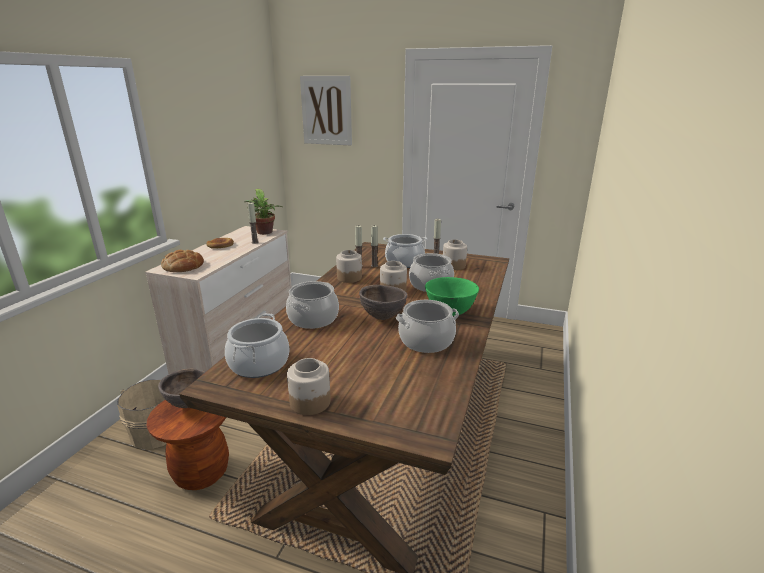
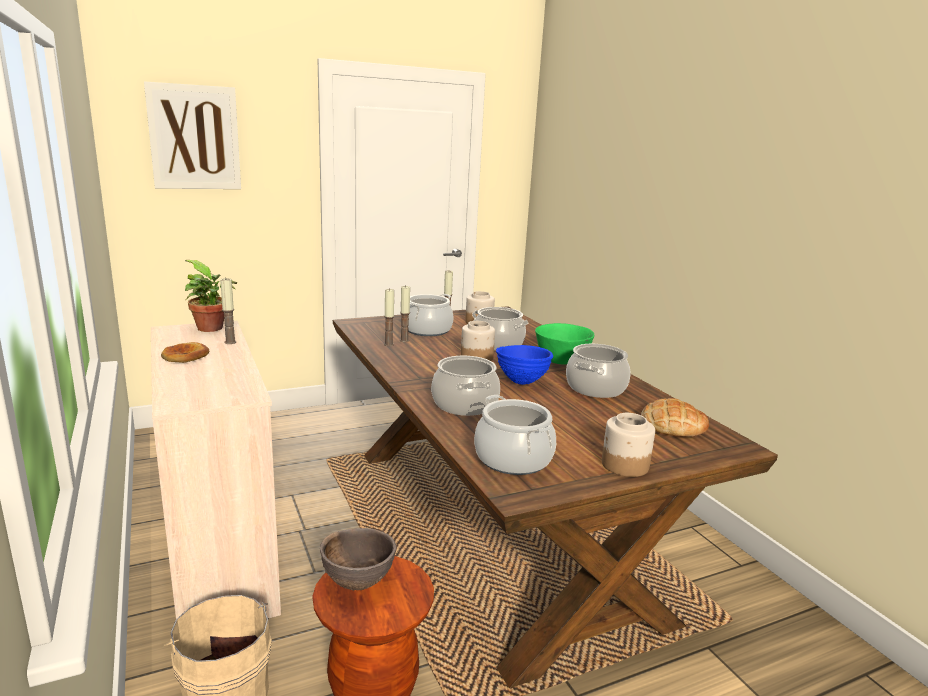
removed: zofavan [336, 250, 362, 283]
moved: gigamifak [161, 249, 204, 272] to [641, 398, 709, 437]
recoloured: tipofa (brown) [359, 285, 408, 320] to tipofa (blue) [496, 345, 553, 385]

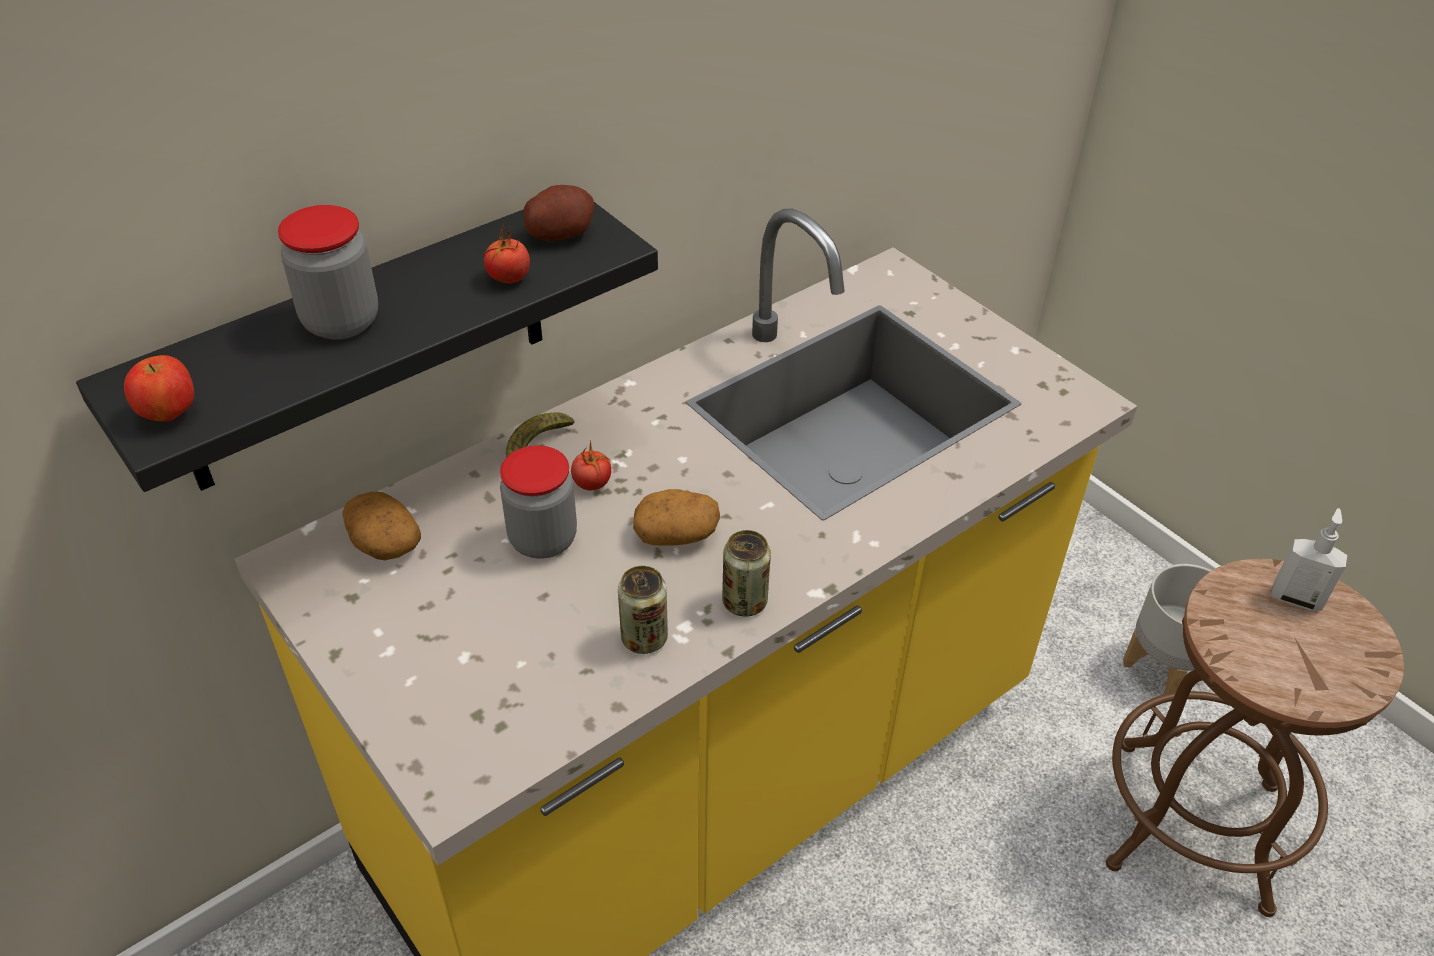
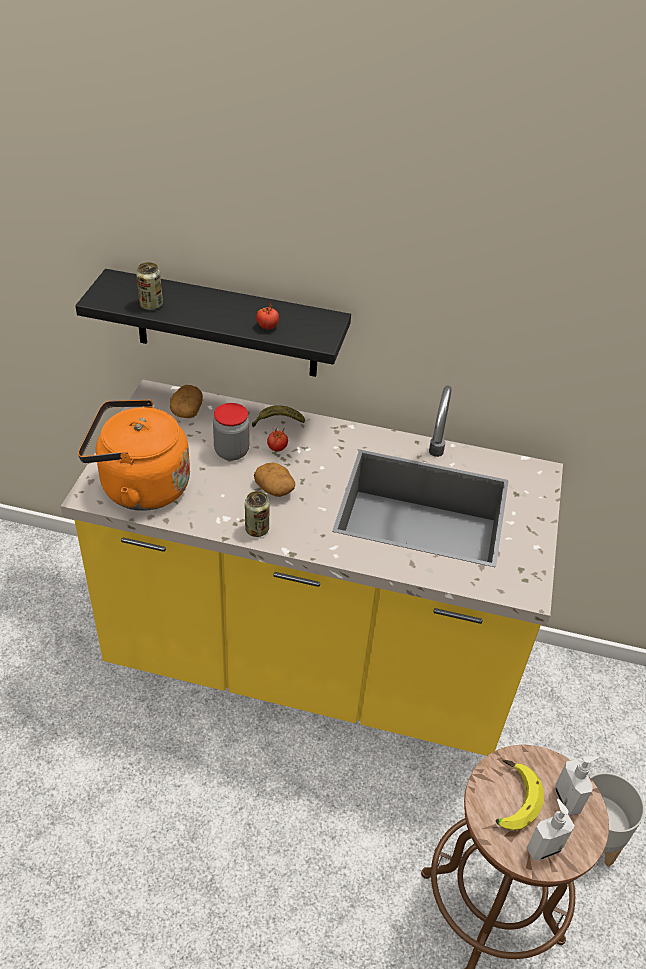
removed: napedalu [124, 355, 194, 422]; zofavan [278, 205, 378, 340]; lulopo [524, 185, 595, 241]
added: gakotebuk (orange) [78, 399, 190, 511]; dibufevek [496, 760, 544, 830]; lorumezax [527, 799, 575, 860]
moved: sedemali [618, 566, 668, 654] to [136, 262, 163, 310]

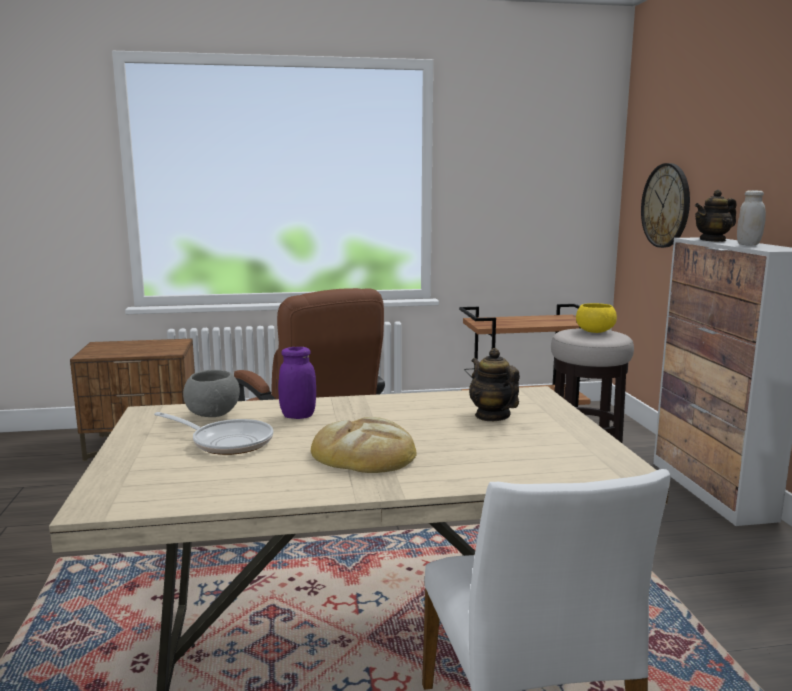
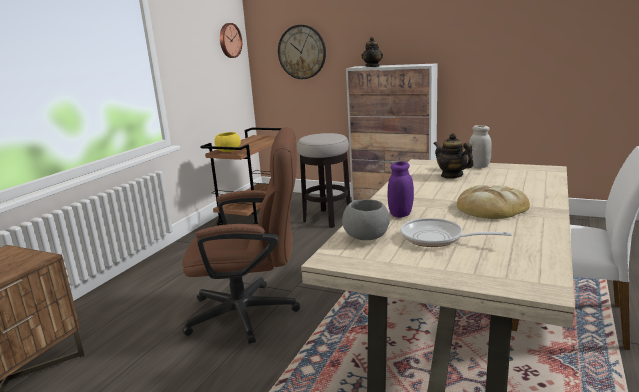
added: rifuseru [220, 23, 242, 58]
moved: tipofa (yellow) [576, 303, 617, 333] to [214, 132, 241, 152]; zofavan (white) [737, 190, 766, 245] to [469, 125, 492, 168]
turned: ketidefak [154, 412, 273, 455] = [400, 218, 512, 247] 120 degrees counterclockwise; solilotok [469, 348, 520, 421] = [433, 133, 474, 179] 45 degrees clockwise

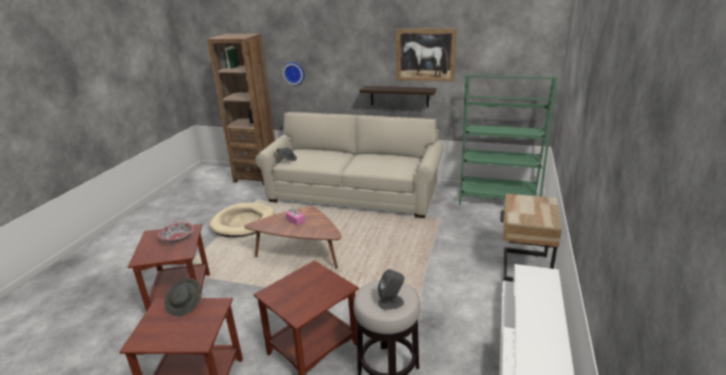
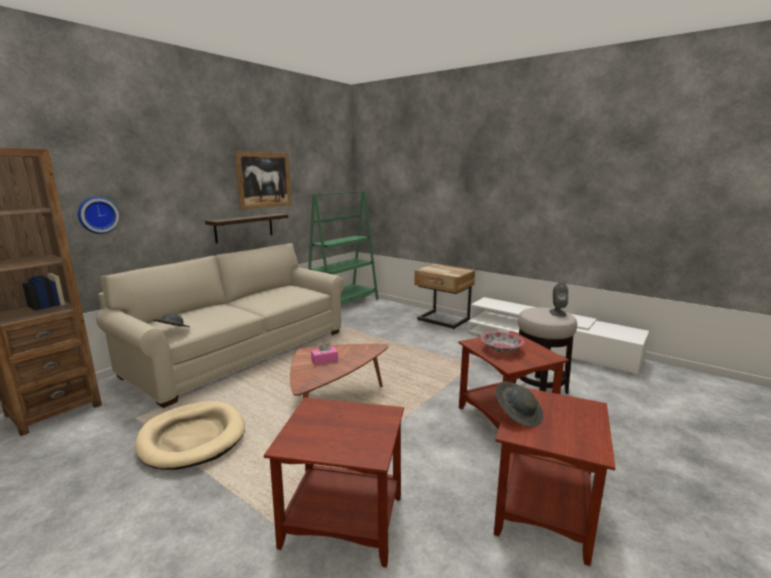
moved: tipofa [158, 222, 194, 243] to [481, 332, 524, 353]

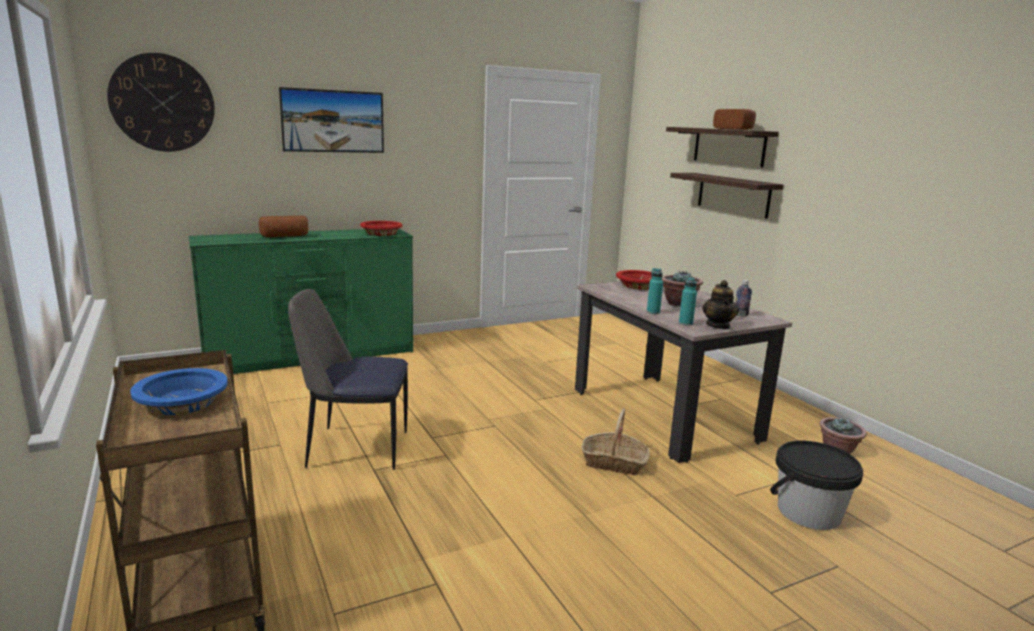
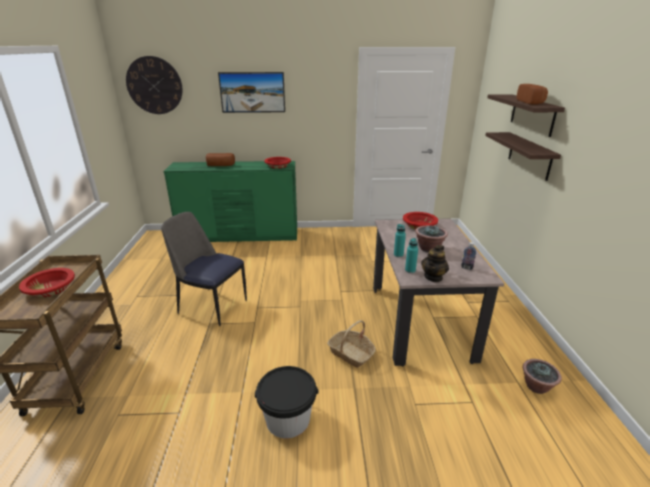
moved: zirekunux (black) [770, 441, 863, 530] to [255, 366, 319, 438]
recoloured: tipofa (blue) [130, 368, 228, 415] to tipofa (red) [19, 268, 75, 298]

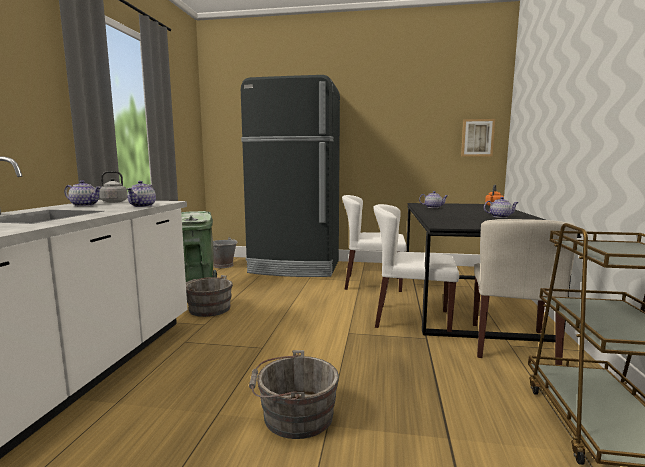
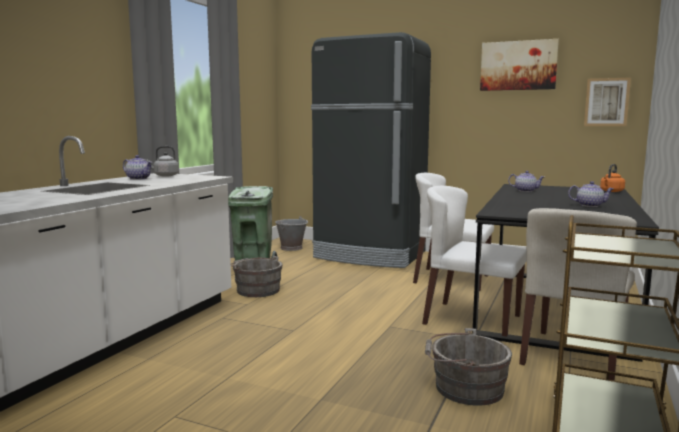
removed: solilotok [127, 181, 156, 207]
added: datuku [480, 39, 559, 91]
moved: zirekunux (grey) [249, 350, 339, 439] to [425, 328, 512, 406]

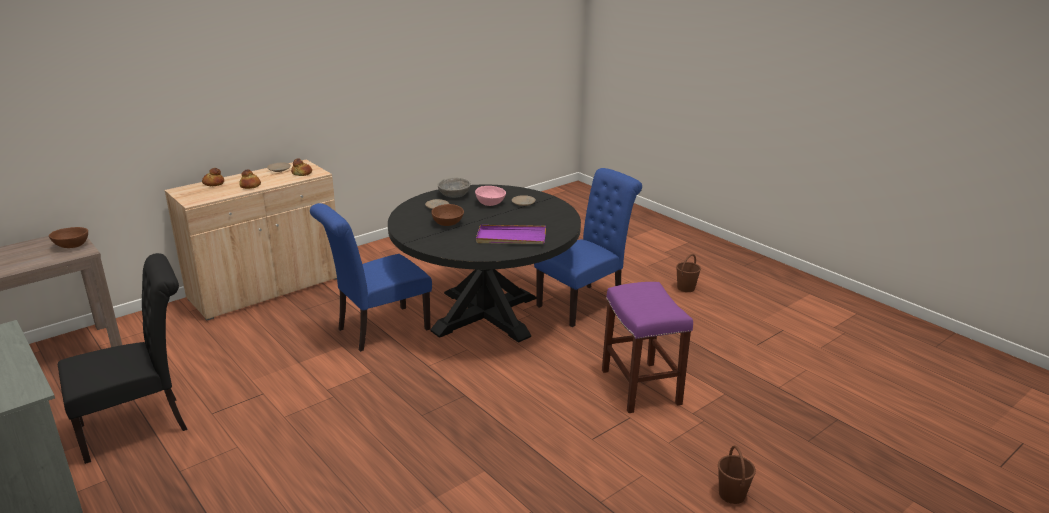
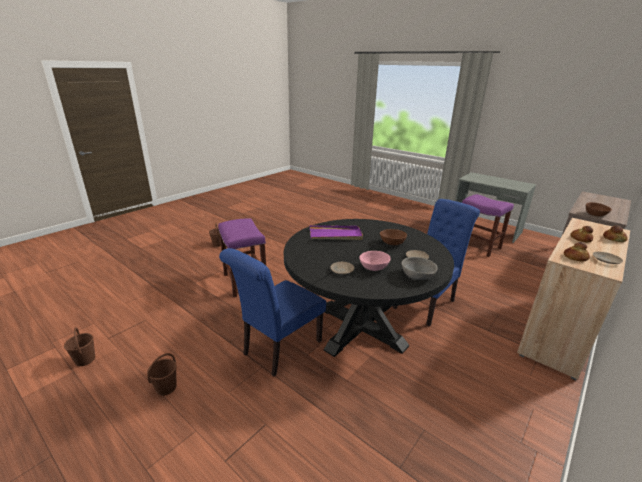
added: zirekunux (brown) [64, 327, 95, 366]
replaced: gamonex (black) [58, 253, 188, 464] to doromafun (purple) [462, 194, 514, 257]

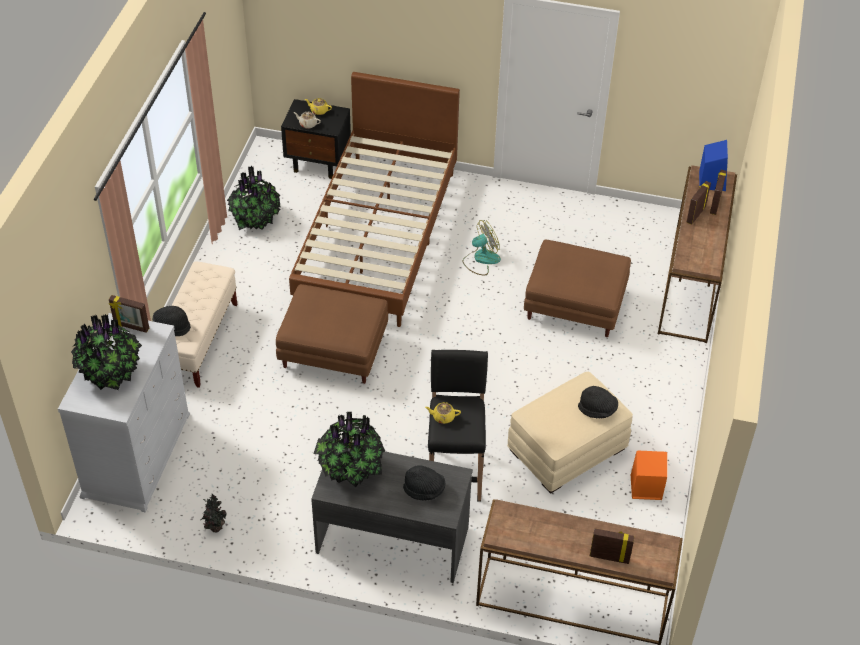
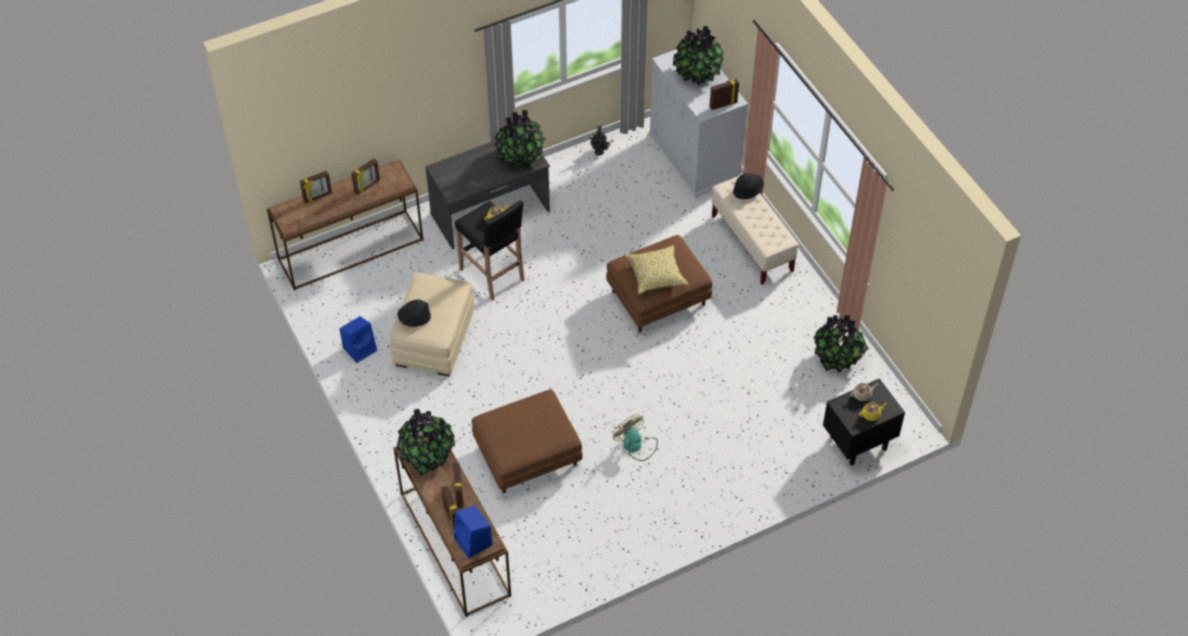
removed: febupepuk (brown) [289, 72, 460, 327]; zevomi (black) [403, 465, 445, 500]
added: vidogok [351, 159, 380, 195]; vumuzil [396, 408, 455, 477]; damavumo [625, 245, 689, 294]
recoloured: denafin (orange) [631, 451, 667, 500] to denafin (blue) [340, 316, 377, 363]
turned: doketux [462, 220, 501, 276] = [613, 414, 658, 461] 120 degrees clockwise

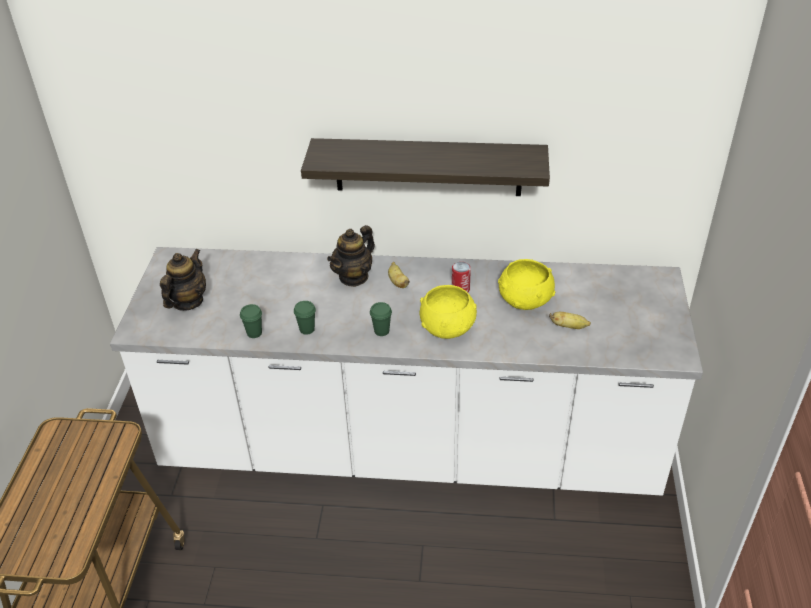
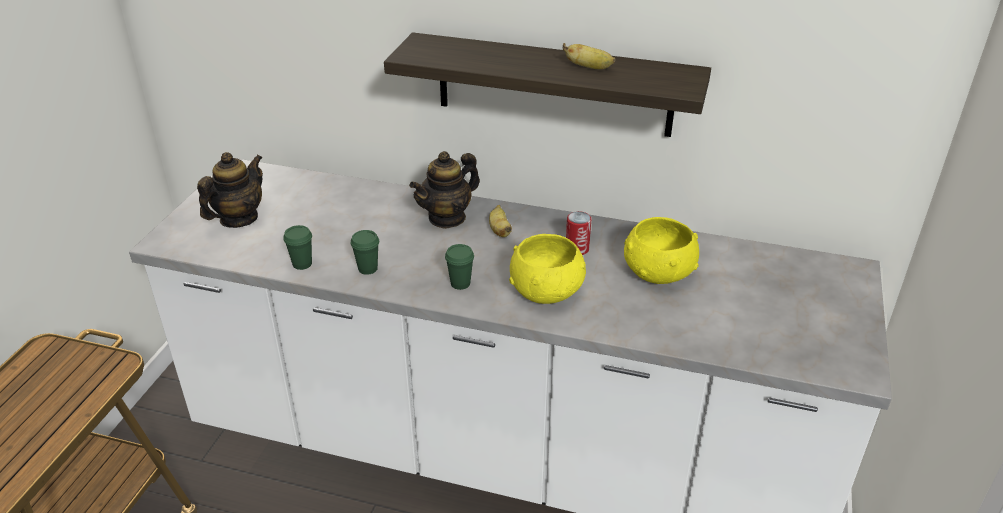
moved: dibufevek [549, 312, 591, 329] to [563, 43, 615, 69]

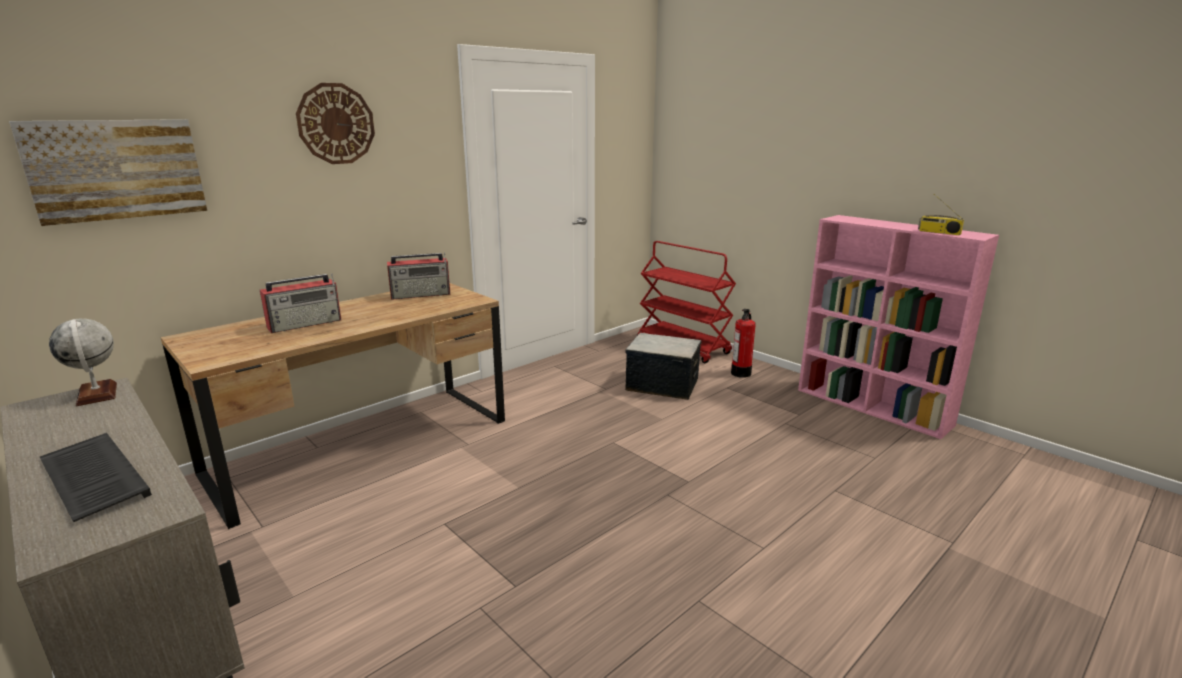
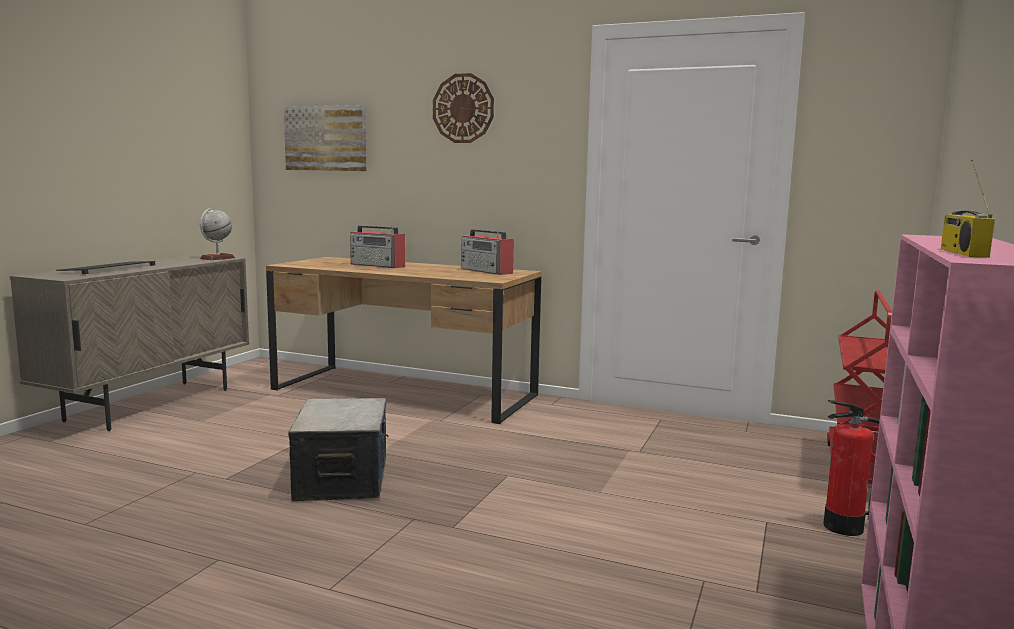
moved: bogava [625, 333, 702, 400] to [288, 398, 389, 501]

